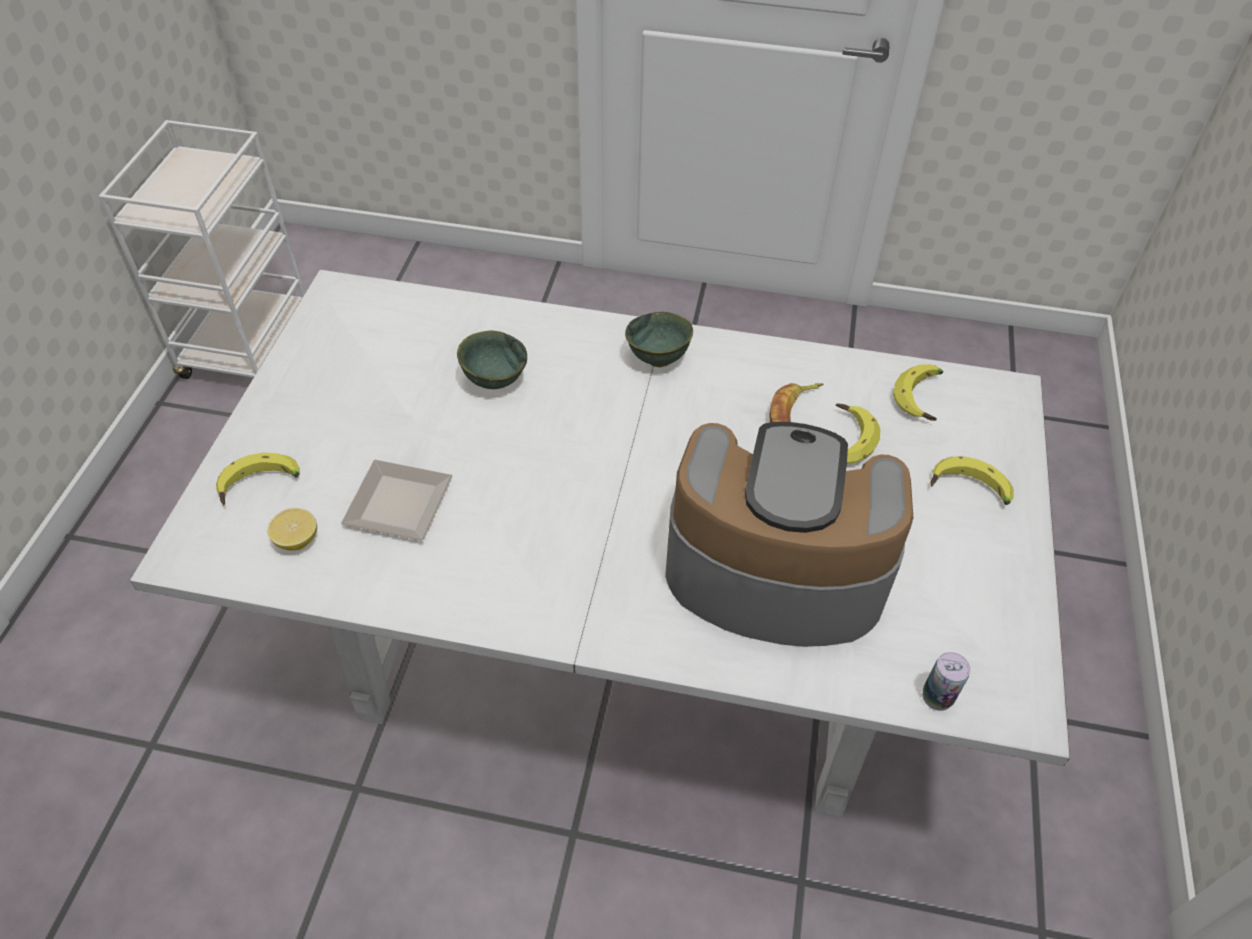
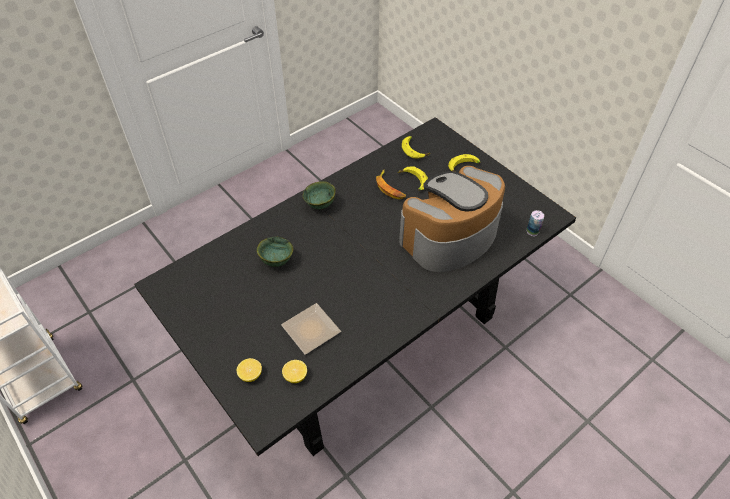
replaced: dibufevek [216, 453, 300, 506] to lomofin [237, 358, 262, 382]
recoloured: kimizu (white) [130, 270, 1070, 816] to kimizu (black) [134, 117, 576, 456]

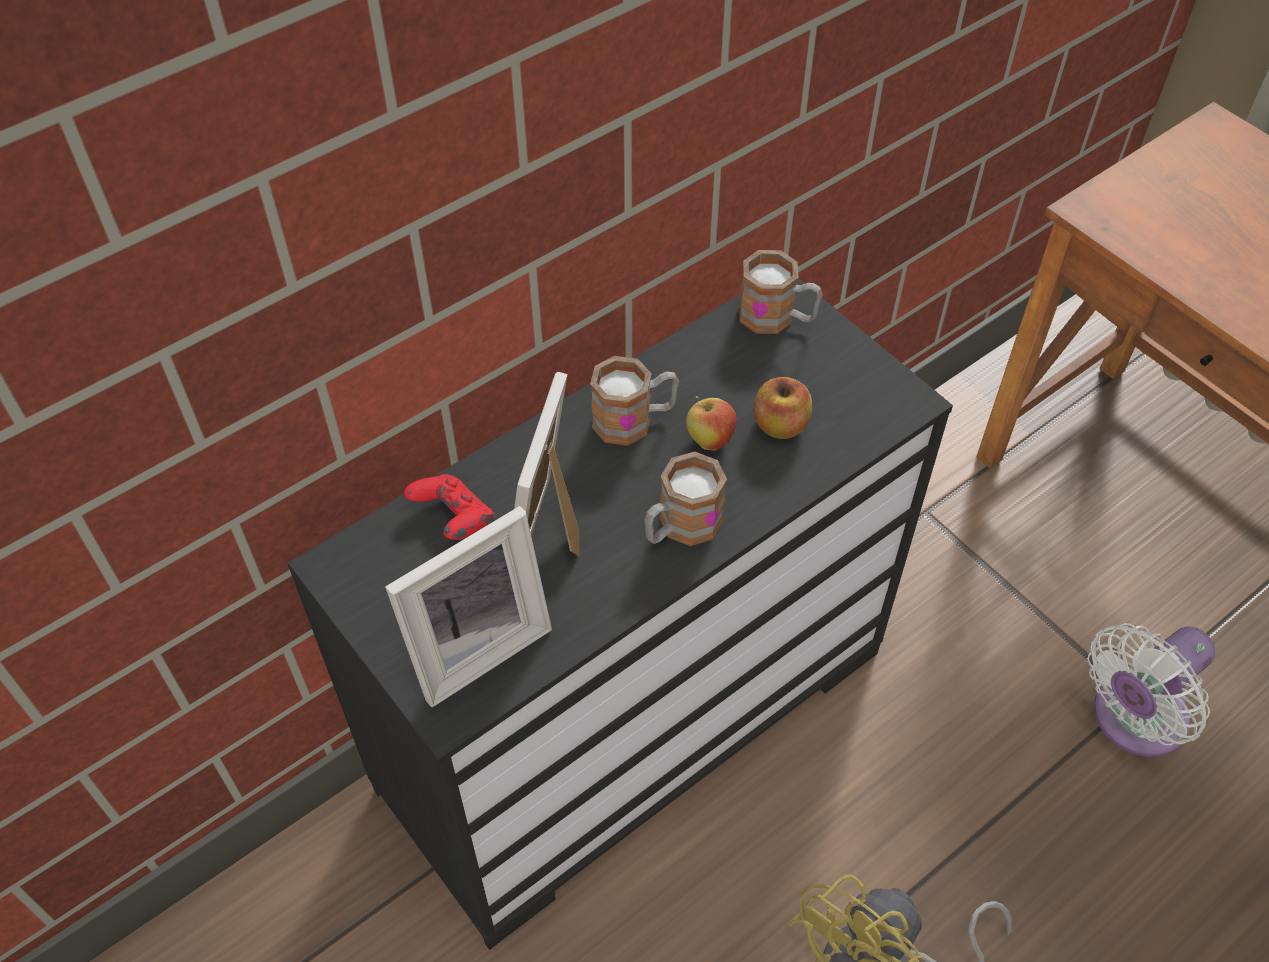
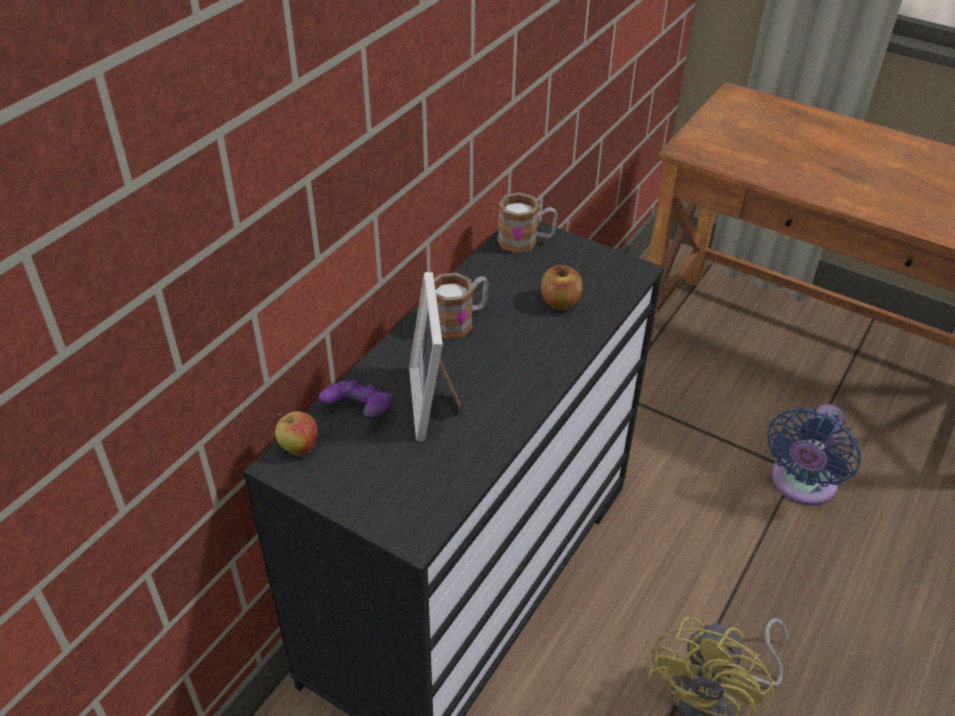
removed: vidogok [385, 506, 552, 707]; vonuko [645, 452, 727, 546]
moved: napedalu [686, 396, 737, 451] to [275, 411, 317, 455]
recoloured: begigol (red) [404, 474, 496, 540] to begigol (purple) [319, 380, 394, 417]; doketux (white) [1087, 623, 1215, 757] to doketux (blue) [767, 404, 861, 506]

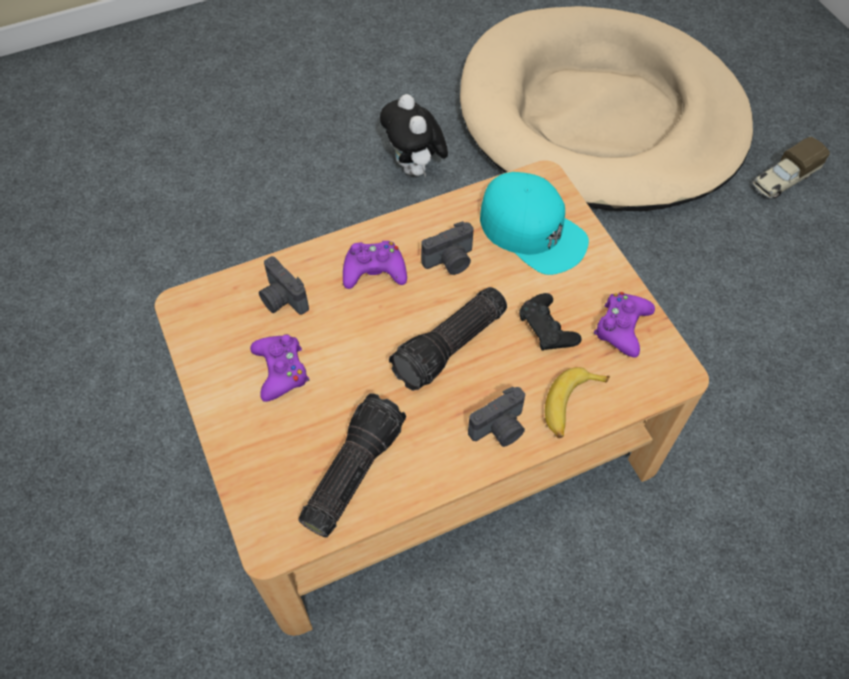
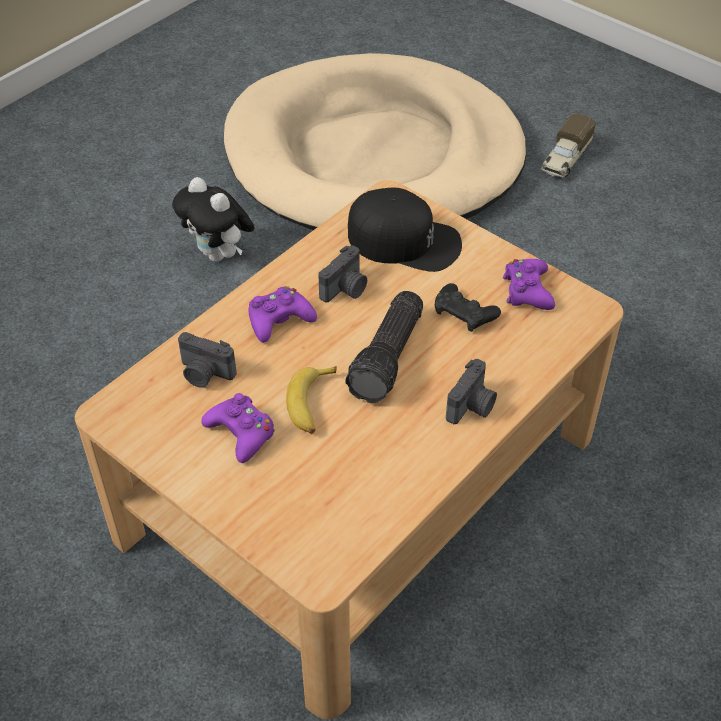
removed: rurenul [298, 393, 406, 537]
moved: dibufevek [545, 367, 610, 438] to [286, 366, 337, 434]
recoloured: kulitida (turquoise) [480, 172, 589, 275] to kulitida (black) [347, 187, 462, 272]

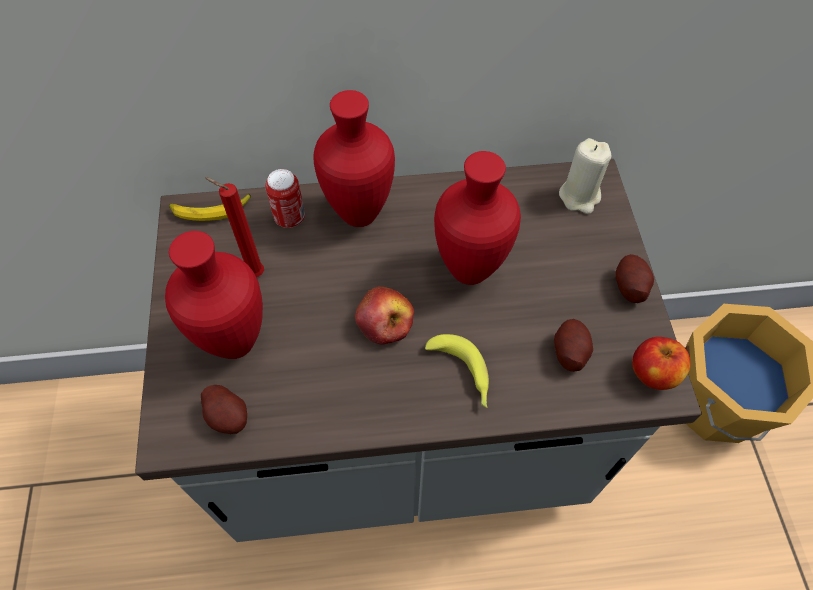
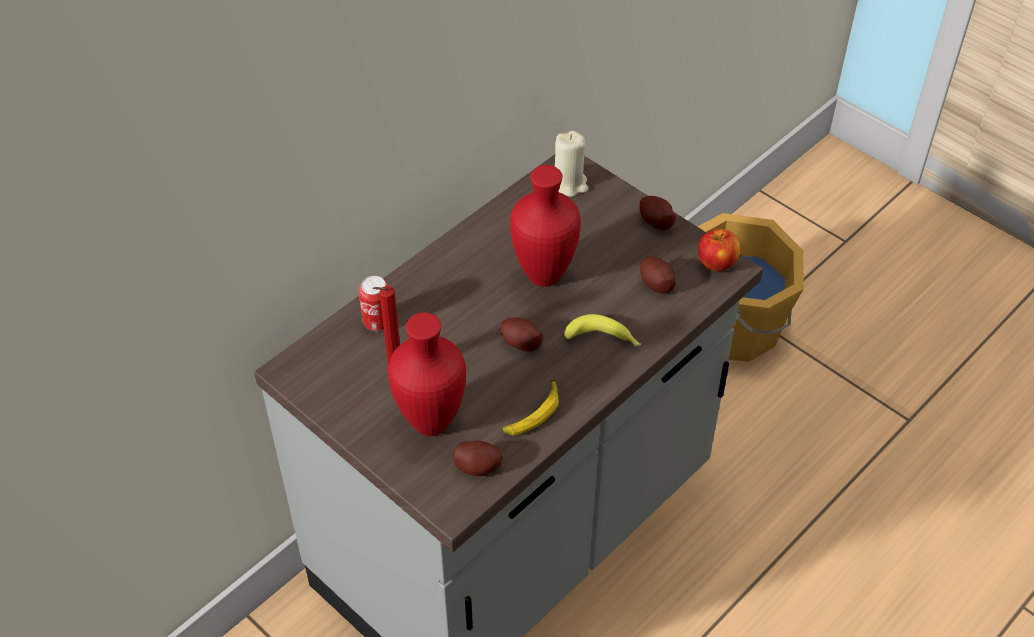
removed: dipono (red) [313, 90, 395, 227]
moved: dibufevek [169, 194, 251, 221] to [502, 380, 559, 436]
replaced: napedalu [355, 286, 414, 345] to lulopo [500, 317, 543, 352]

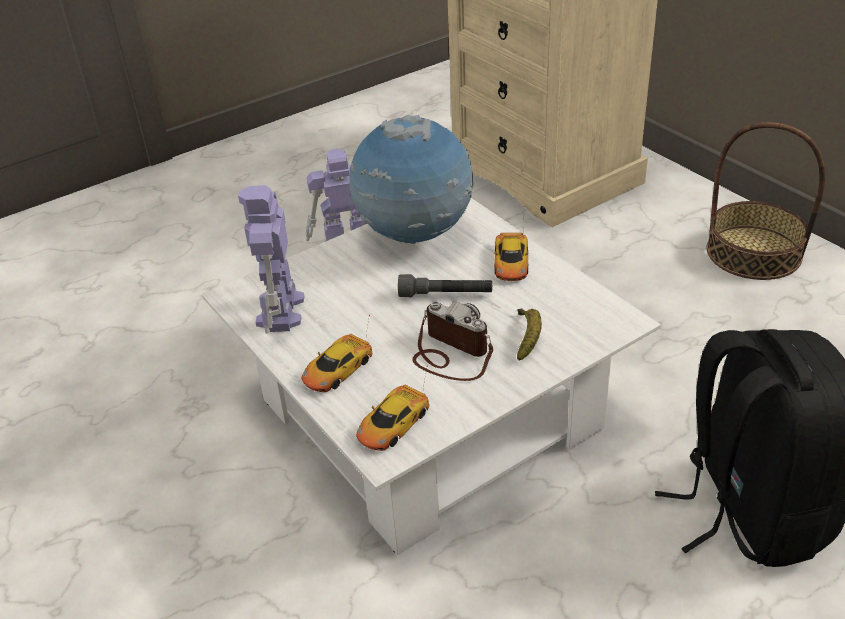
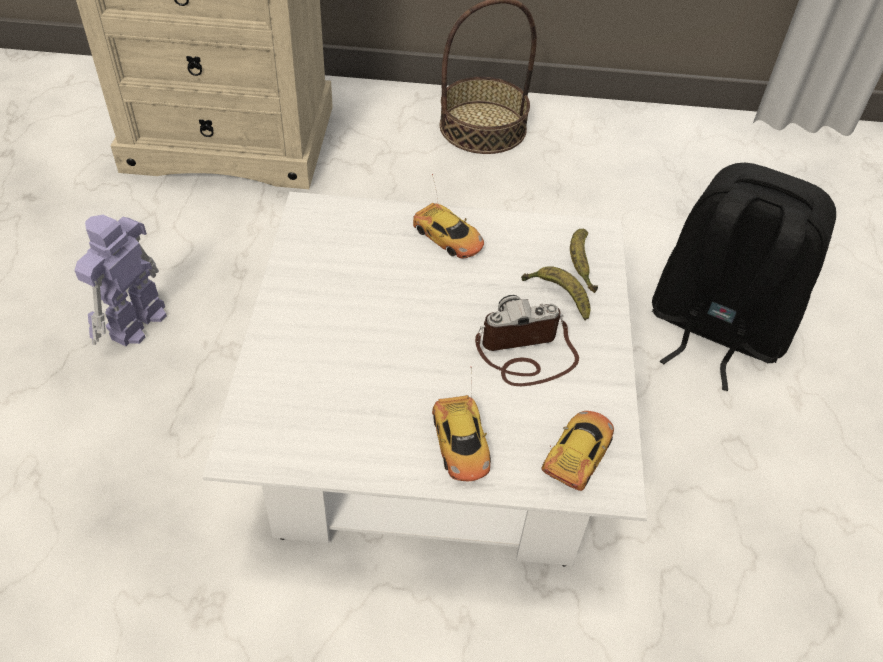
removed: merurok [238, 185, 304, 334]; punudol [349, 114, 474, 244]; rurenul (grey) [398, 274, 492, 297]
added: dibufevek [570, 229, 598, 293]
turned: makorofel [356, 366, 429, 451] = [542, 411, 614, 491] 135 degrees counterclockwise

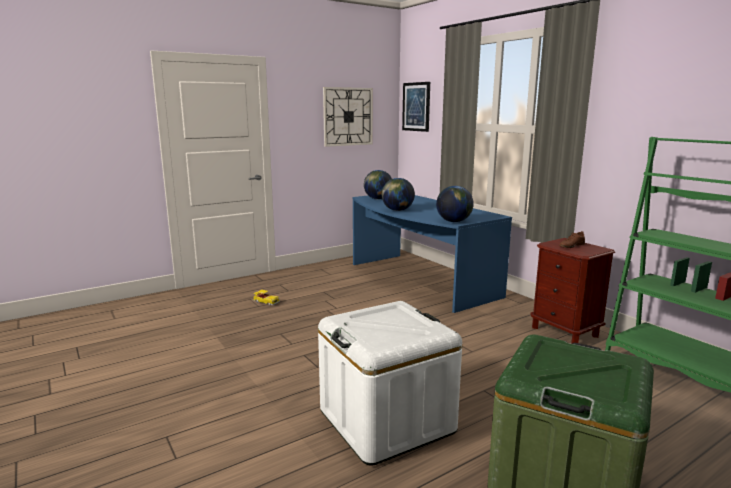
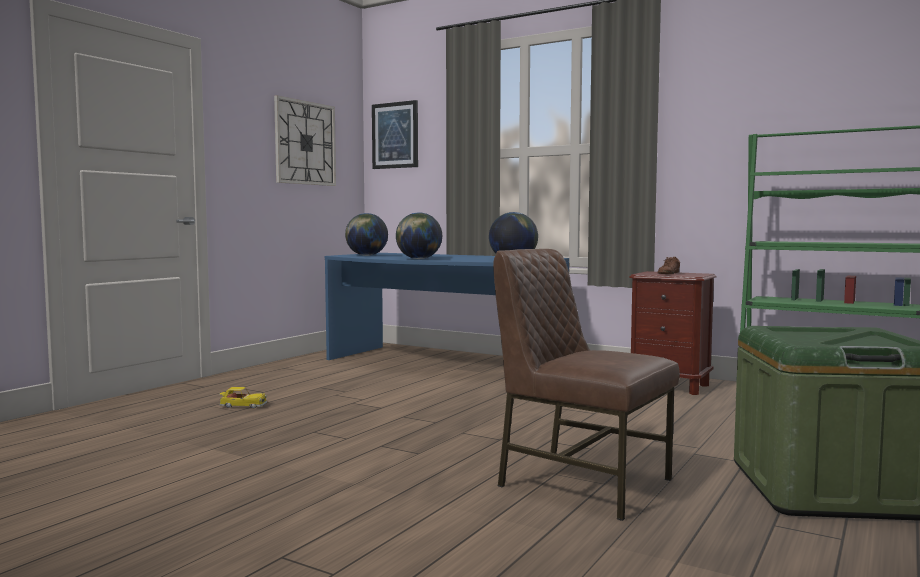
replaced: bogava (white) [318, 301, 462, 465] to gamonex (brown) [493, 249, 680, 521]

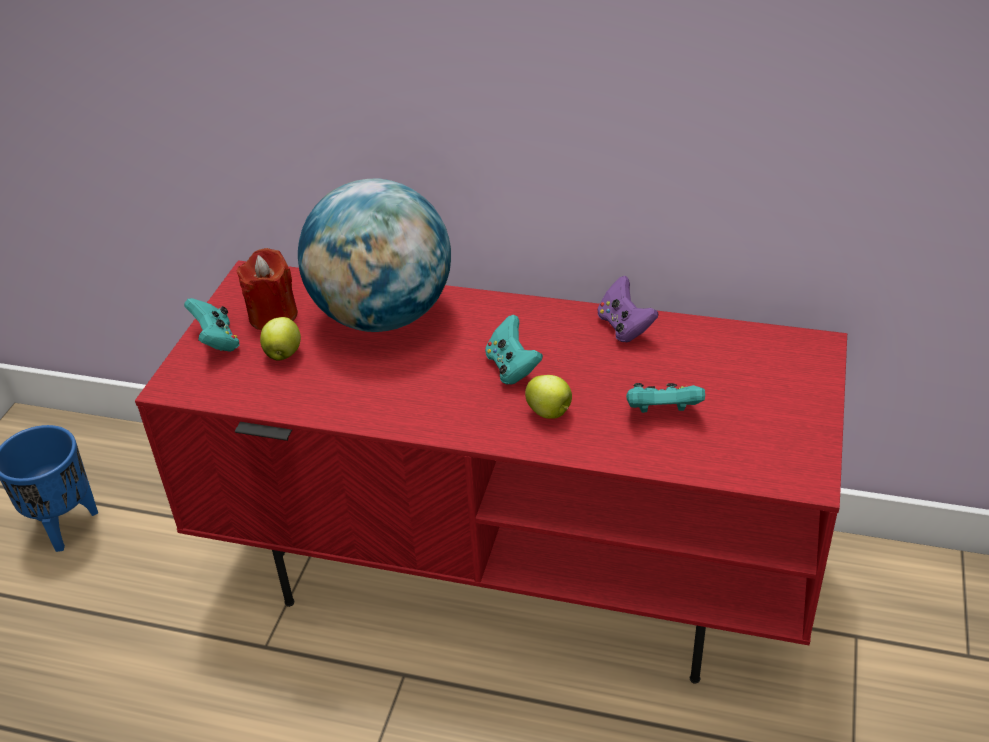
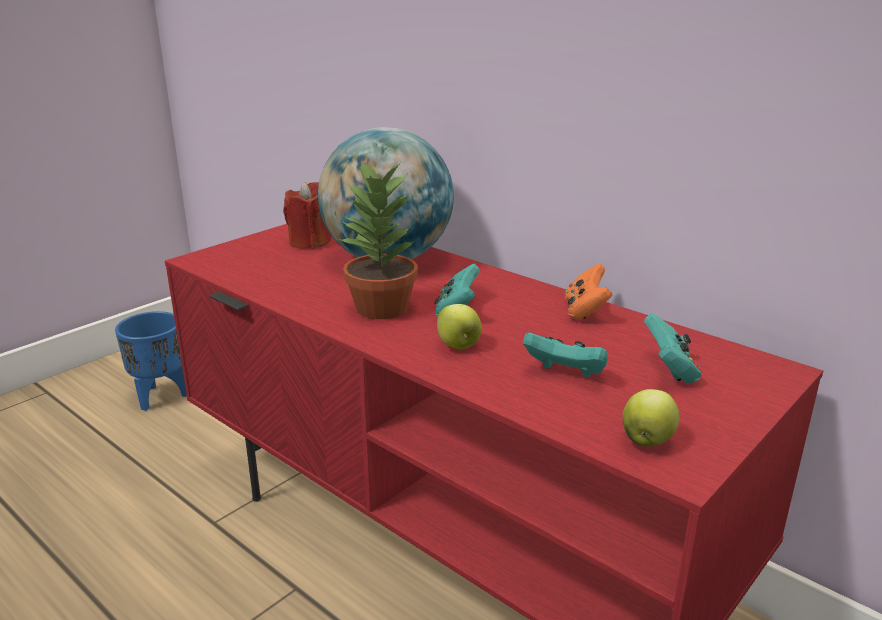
added: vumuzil [339, 160, 418, 319]
moved: begigol (turquoise) [184, 298, 240, 352] to [644, 314, 701, 383]; napedalu [260, 317, 301, 360] to [622, 389, 679, 447]
recoloured: begigol (purple) [598, 276, 658, 342] to begigol (orange) [565, 264, 612, 320]

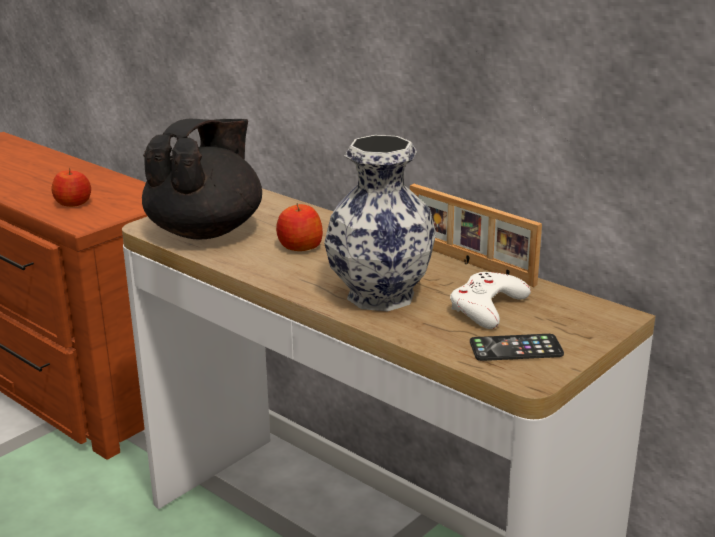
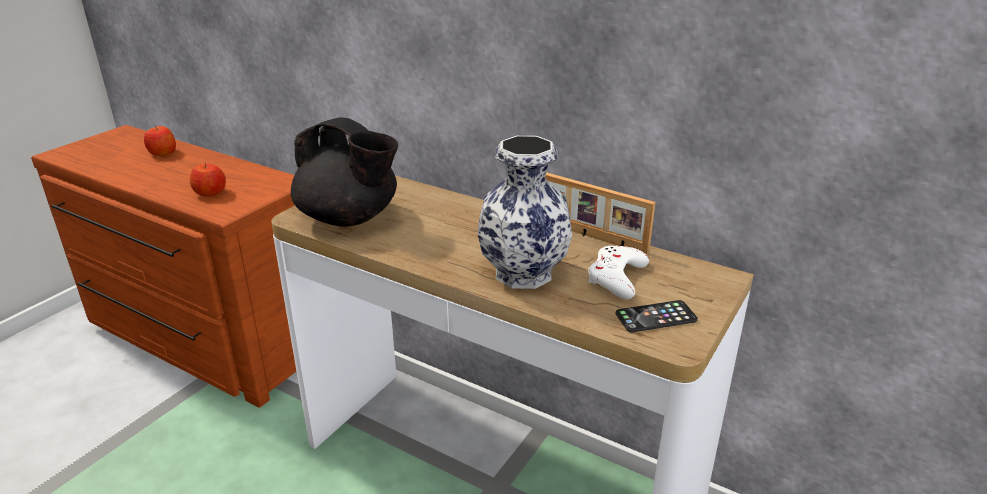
moved: napedalu [276, 203, 323, 251] to [144, 125, 176, 156]
turned: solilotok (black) [142, 119, 262, 239] = [291, 117, 398, 227] 105 degrees clockwise

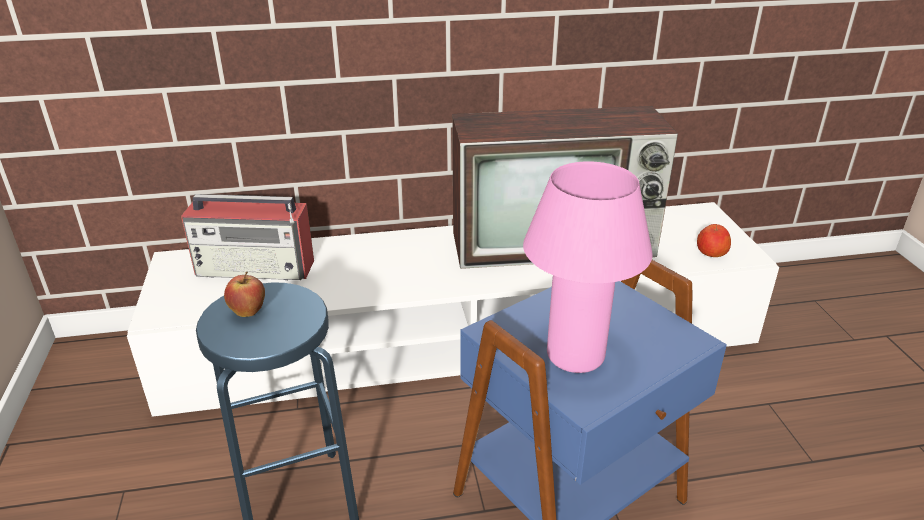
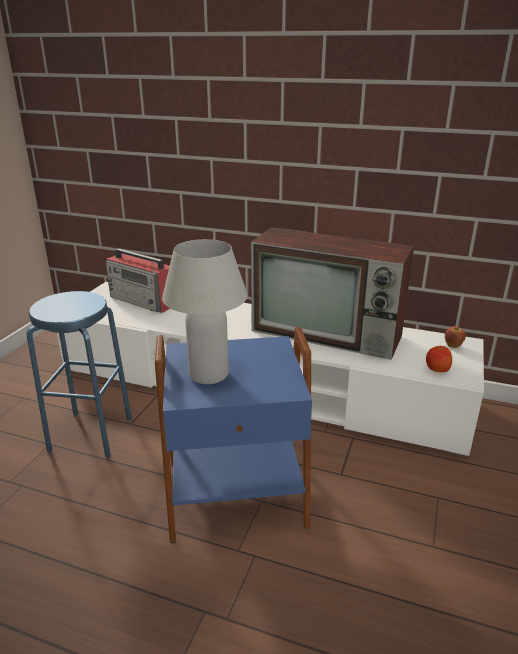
moved: napedalu [224, 271, 265, 317] to [445, 325, 466, 348]
recoloured: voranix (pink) [523, 161, 653, 373] to voranix (white) [162, 239, 247, 384]

